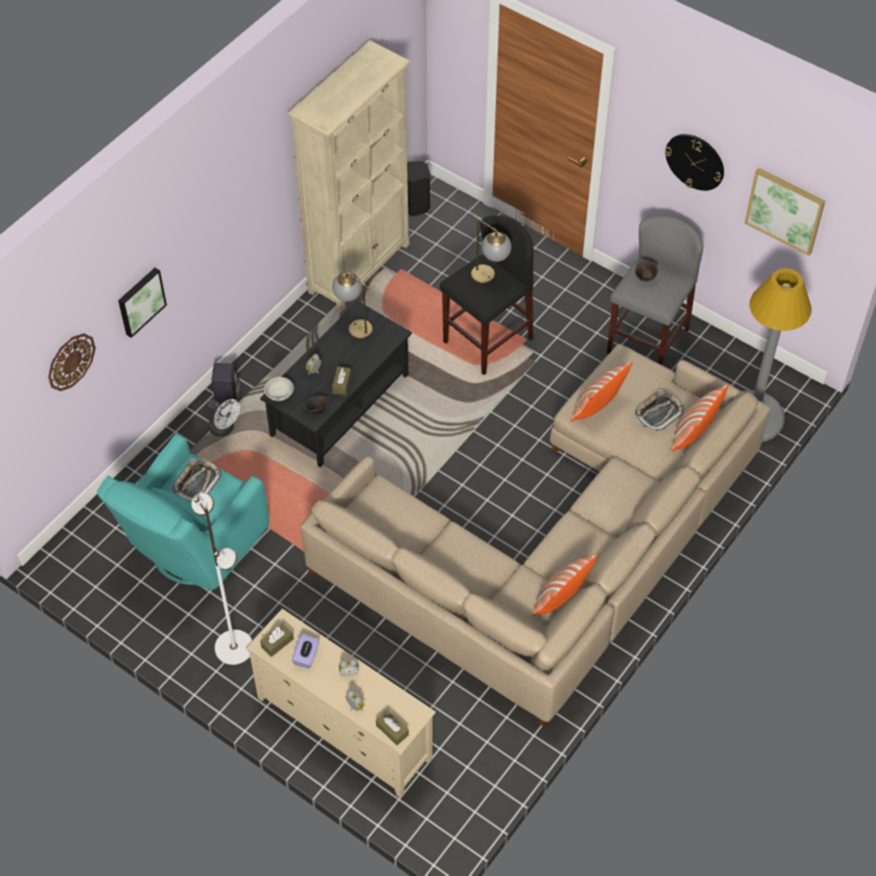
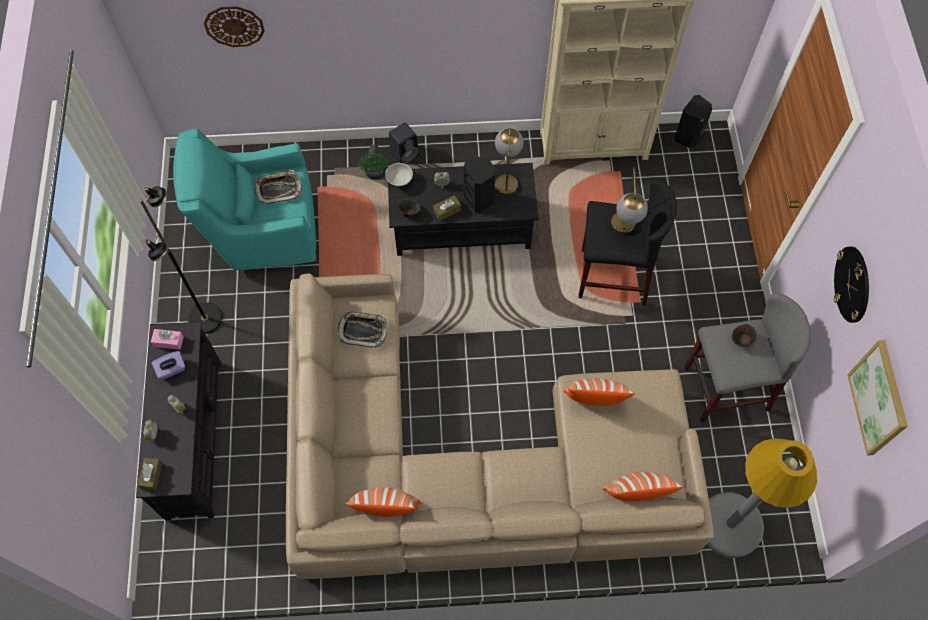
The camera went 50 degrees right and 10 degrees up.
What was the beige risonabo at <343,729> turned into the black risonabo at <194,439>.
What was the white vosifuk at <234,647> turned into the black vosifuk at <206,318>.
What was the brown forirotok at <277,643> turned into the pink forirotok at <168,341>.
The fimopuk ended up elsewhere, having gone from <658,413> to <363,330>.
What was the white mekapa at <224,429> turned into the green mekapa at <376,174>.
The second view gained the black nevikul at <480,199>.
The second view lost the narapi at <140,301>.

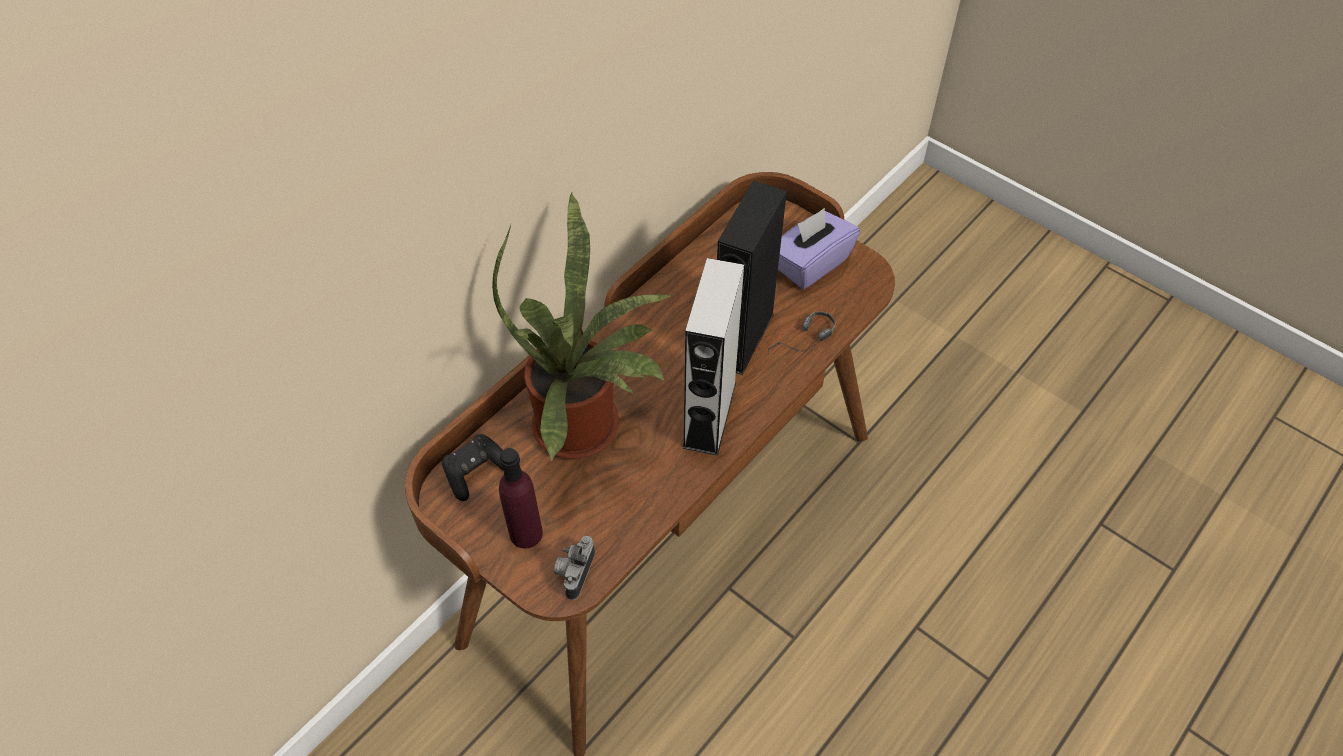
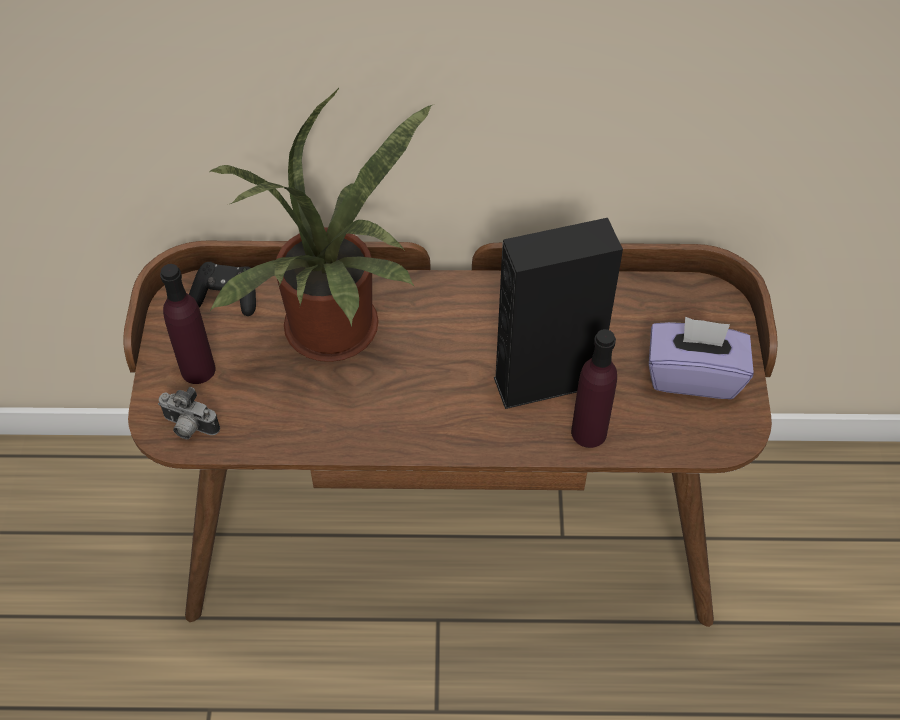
The camera went 50 degrees right and 0 degrees up.
The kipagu at <574,573> ended up facing another way, 135 degrees counterclockwise from before.
Where the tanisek stood at <802,344>, the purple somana came to stand at <589,432>.
The second view lost the grey nevikul at <709,415>.

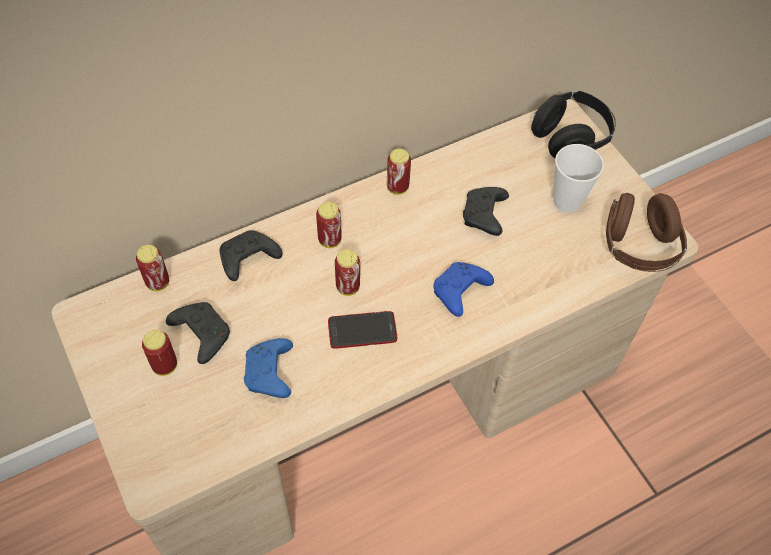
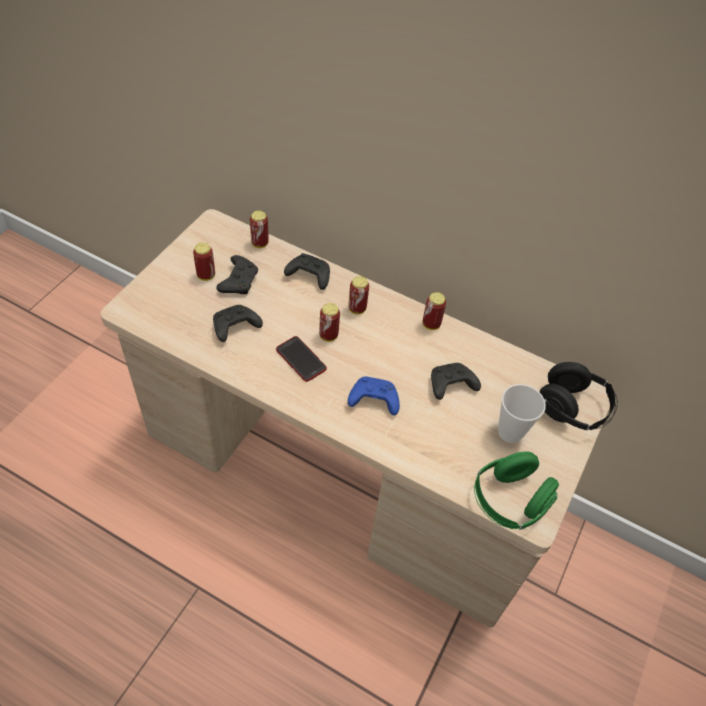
The camera went 55 degrees right and 5 degrees down.
What was the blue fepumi at <270,374> turned into the black fepumi at <234,328>.
What was the brown tanisek at <638,247> turned into the green tanisek at <509,501>.

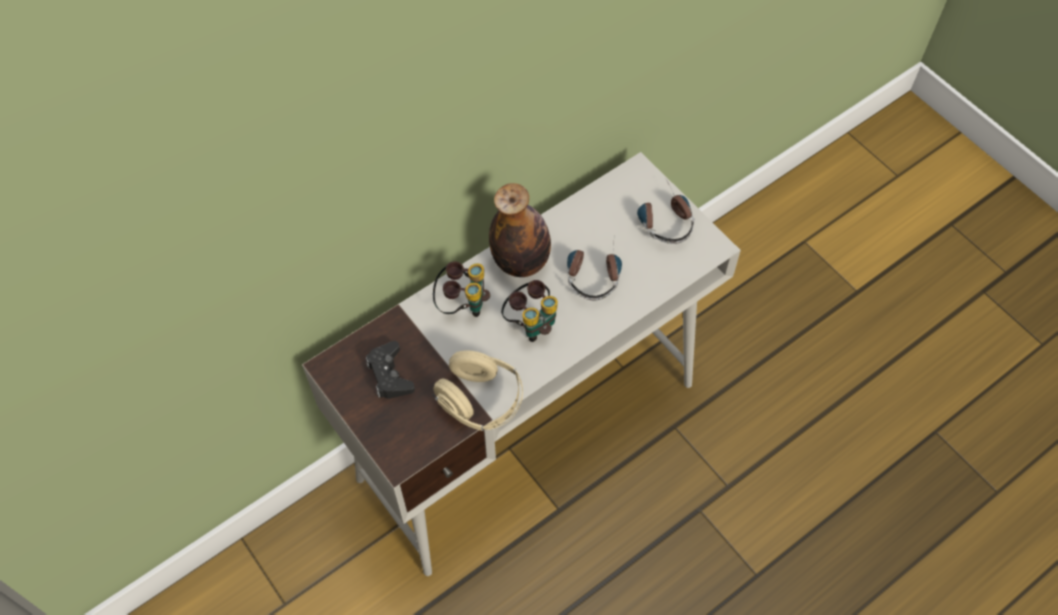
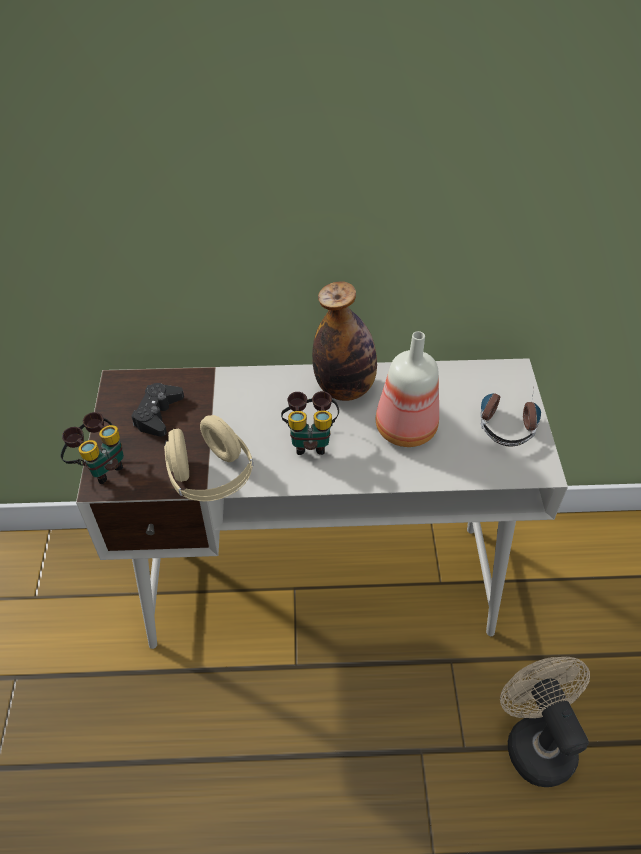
The camera went 35 degrees right and 10 degrees down.
The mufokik ended up elsewhere, having gone from <462,304> to <100,466>.
Where the tanisek stood at <593,271>, the somana came to stand at <403,428>.
The second view gained the beige mekapa at <534,740>.

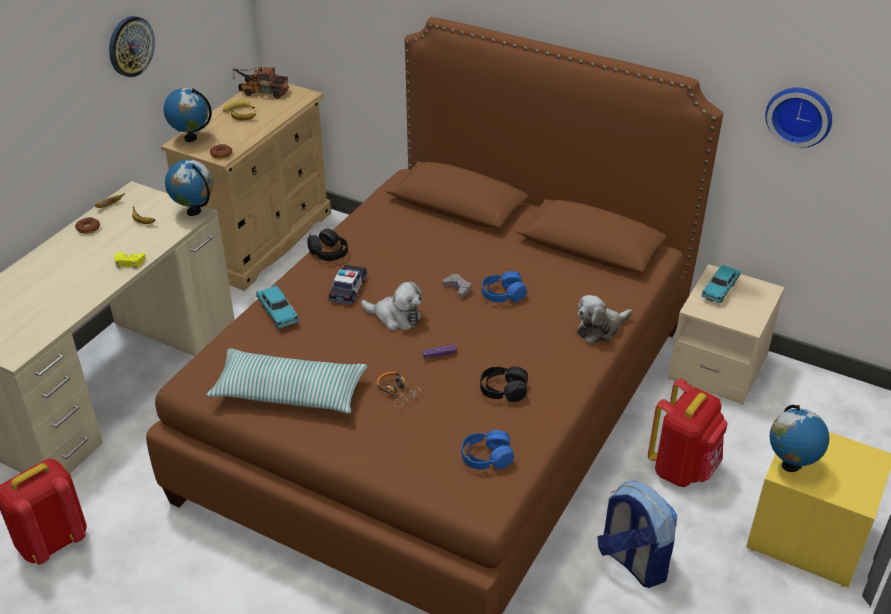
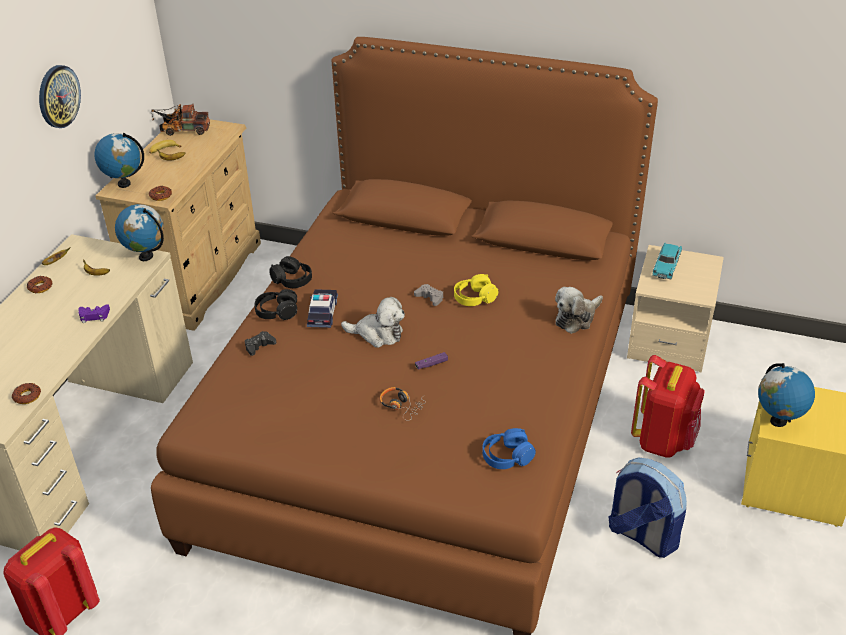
The camera went 10 degrees left and 0 degrees up.
The second view gained the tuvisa at <27,396>.
What was the yellow fepumi at <129,262> turned into the purple fepumi at <94,316>.
Where the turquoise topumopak stood at <278,313>, the black fepumi came to stand at <259,346>.
The black tanisek ended up elsewhere, having gone from <503,390> to <277,312>.
What was the blue tanisek at <502,294> turned into the yellow tanisek at <474,298>.
The second view lost the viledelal at <289,392>.
The second view lost the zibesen at <800,115>.

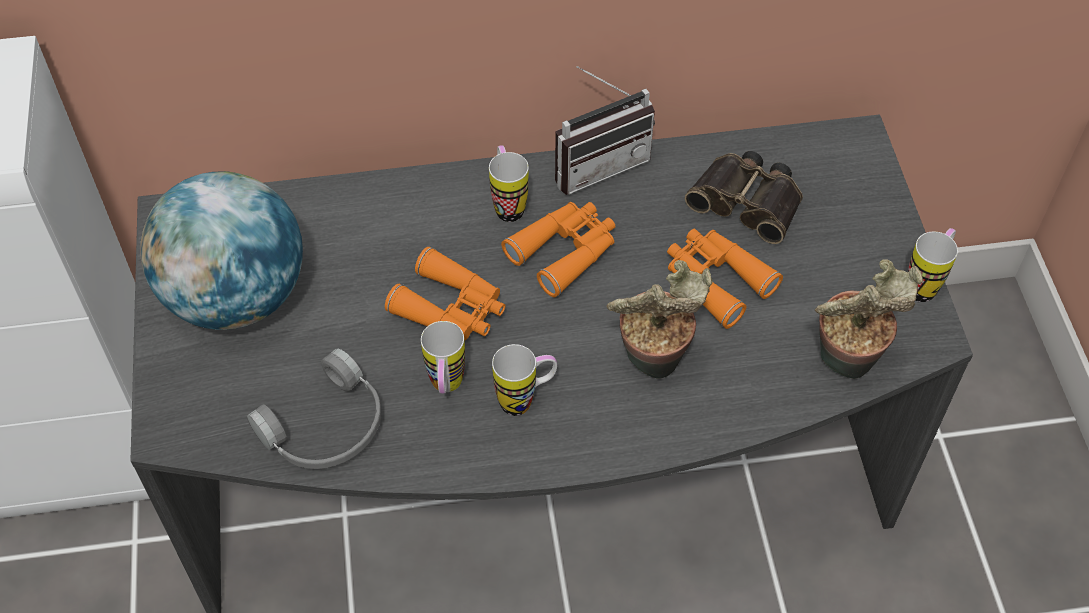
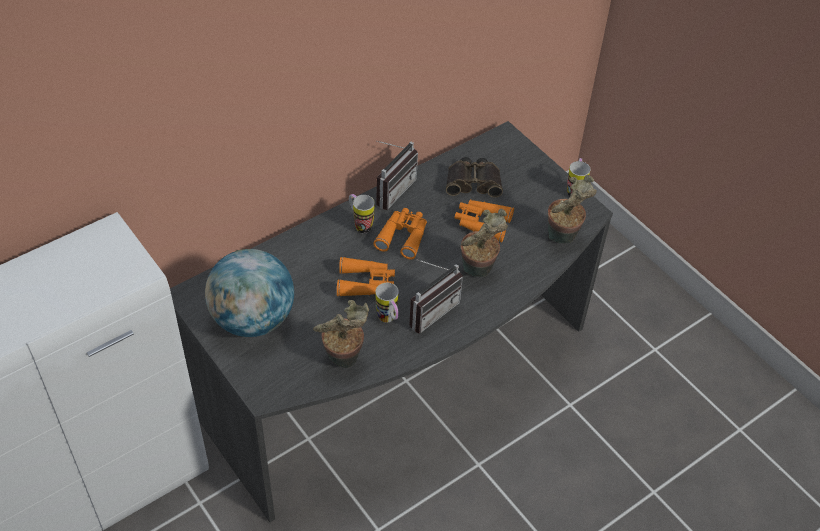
The camera went 30 degrees left and 5 degrees down.
Where the grey tanisek stood at <327,428>, the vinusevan came to stand at <343,361>.
Where the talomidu stood at <525,400>, the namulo came to stand at <430,310>.

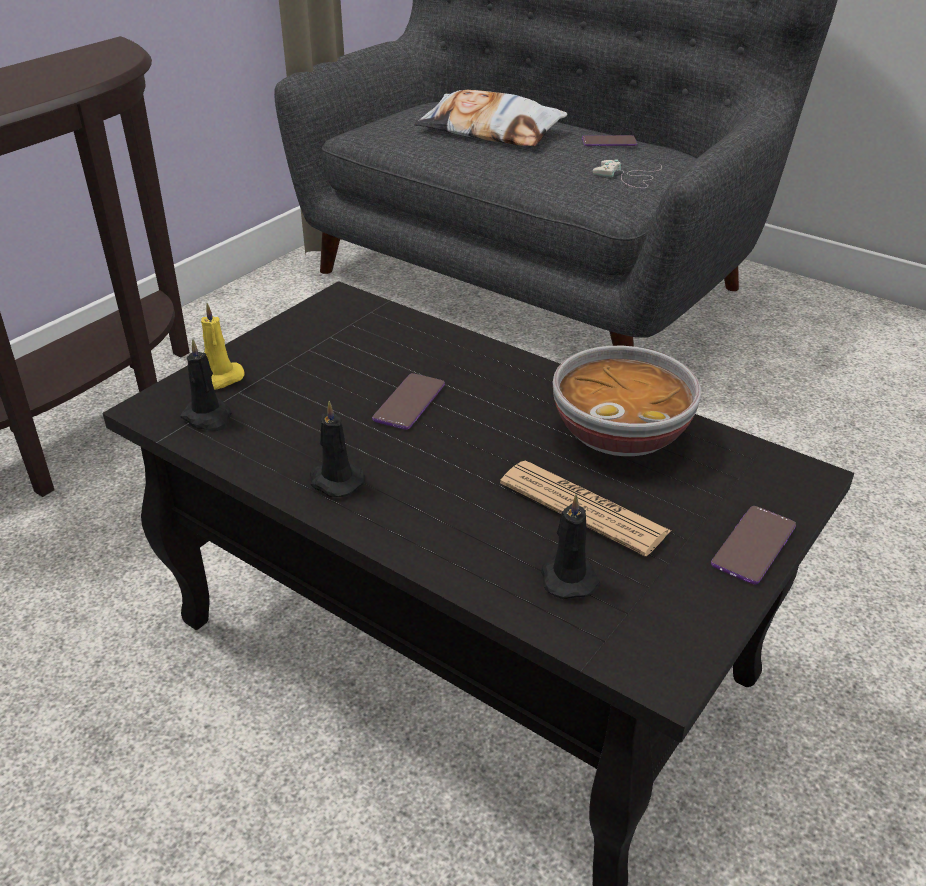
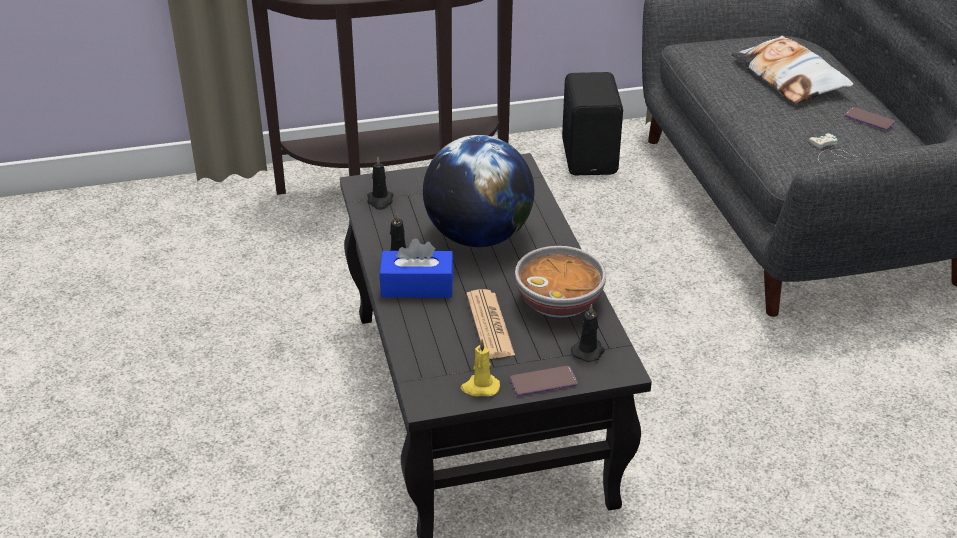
The camera went 40 degrees right and 0 degrees up.
The second view gained the blue forirotok at <417,286>.
Where the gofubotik stood at <409,402>, the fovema came to stand at <478,237>.
The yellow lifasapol ended up elsewhere, having gone from <218,379> to <480,387>.
The second view gained the black nevikul at <591,157>.
The black lifasapol ended up elsewhere, having gone from <567,577> to <588,351>.

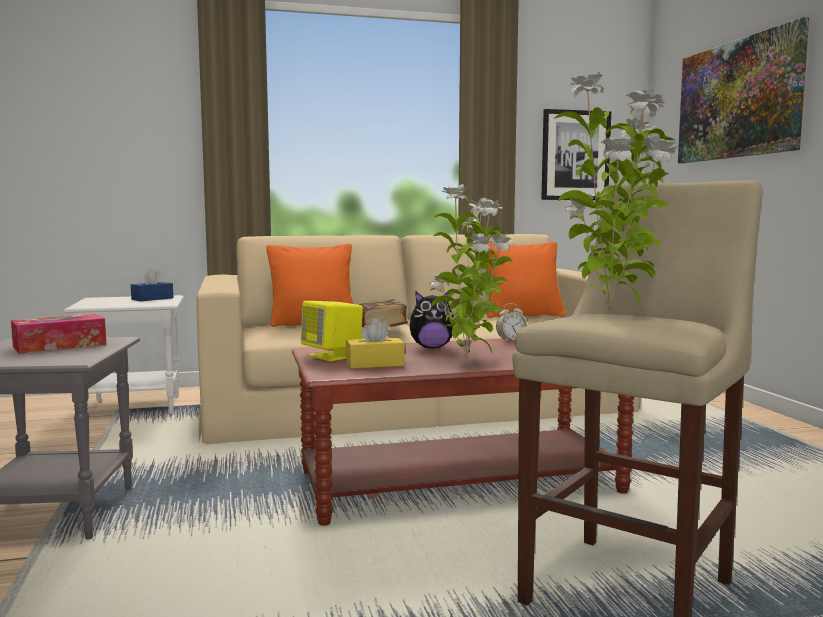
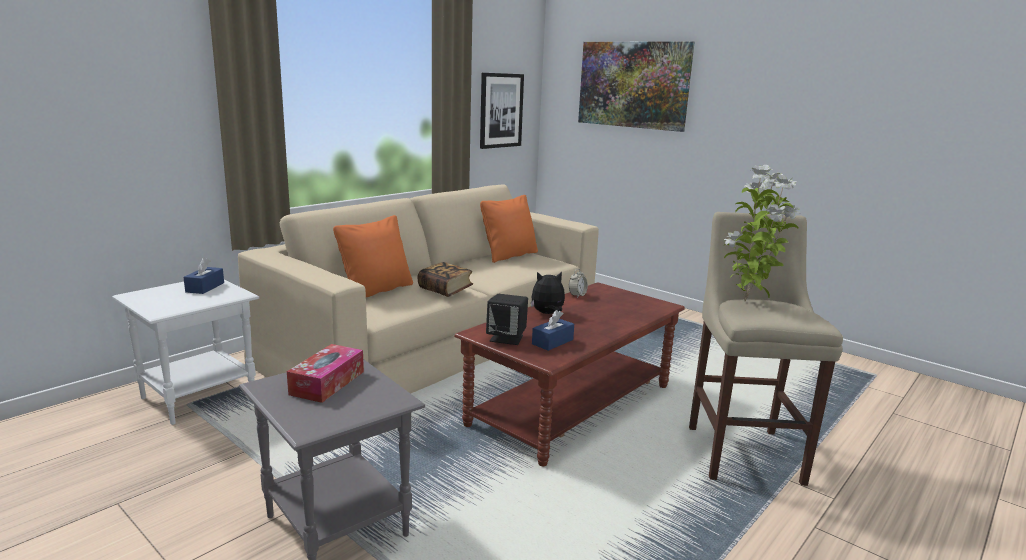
The camera went 35 degrees left and 10 degrees up.
What was the yellow nevikul at <332,356> turned into the black nevikul at <507,338>.
The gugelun at <431,347> ended up facing another way, 150 degrees counterclockwise from before.
What was the yellow forirotok at <375,364> turned into the blue forirotok at <552,342>.
The second view lost the vinusevan at <468,361>.

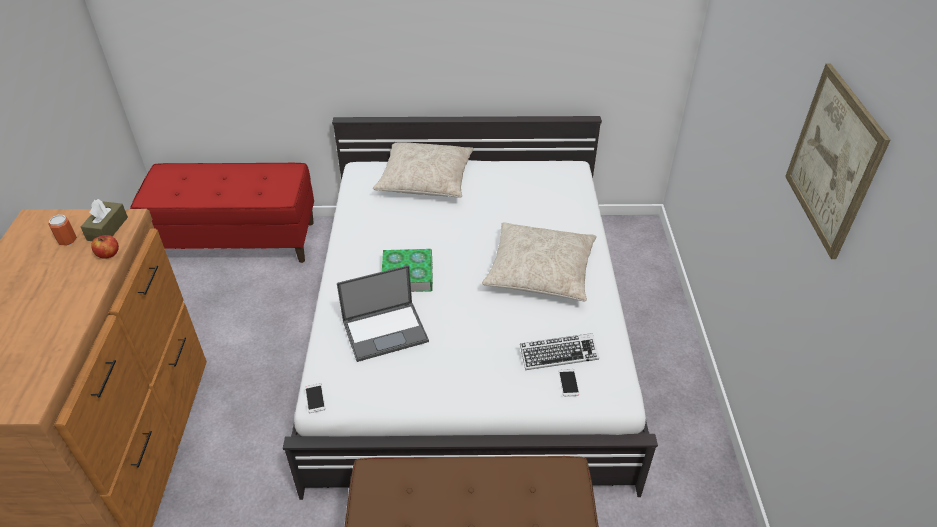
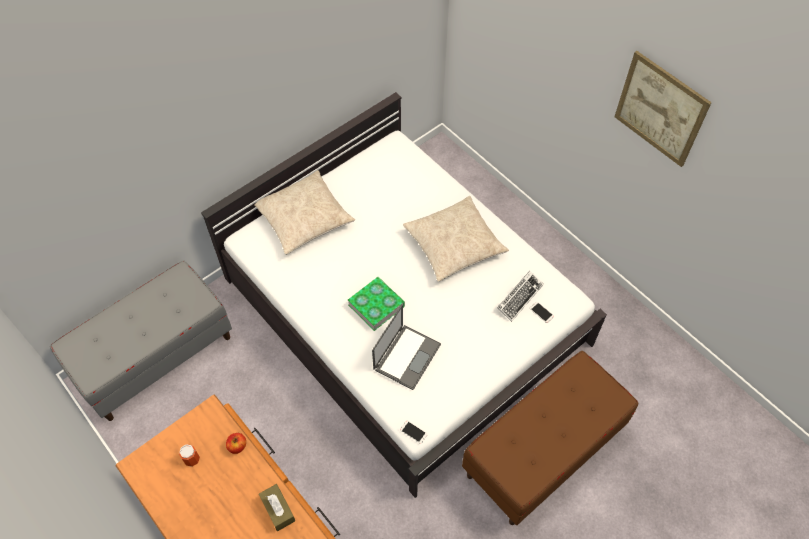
The camera went 40 degrees left and 15 degrees up.
What was the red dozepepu at <237,241> turned into the grey dozepepu at <155,357>.
The brown forirotok ended up elsewhere, having gone from <107,229> to <278,509>.

